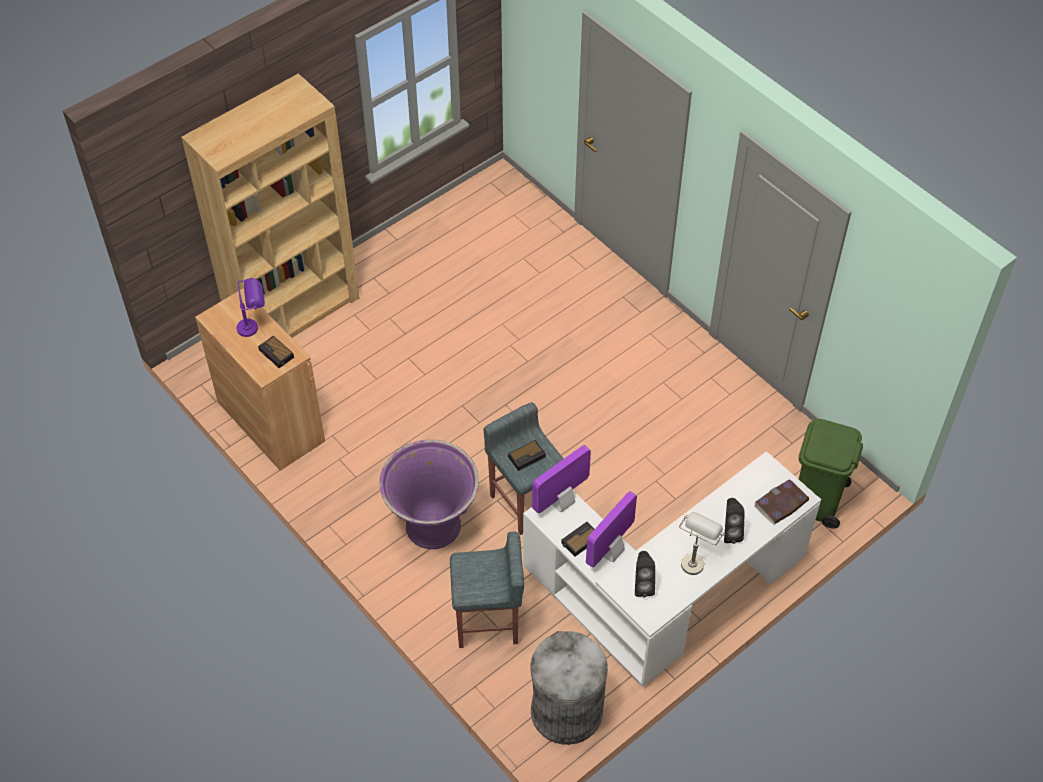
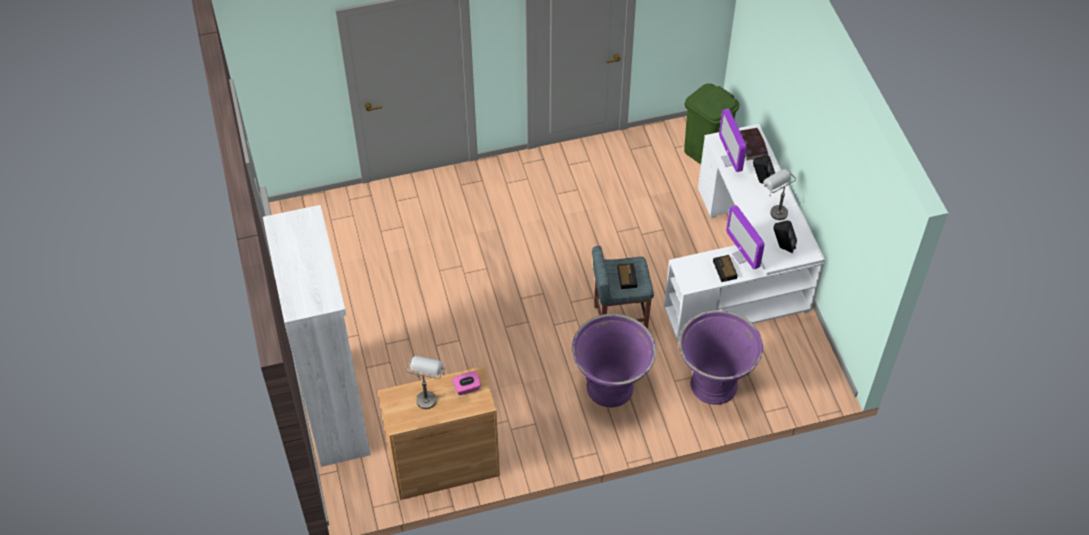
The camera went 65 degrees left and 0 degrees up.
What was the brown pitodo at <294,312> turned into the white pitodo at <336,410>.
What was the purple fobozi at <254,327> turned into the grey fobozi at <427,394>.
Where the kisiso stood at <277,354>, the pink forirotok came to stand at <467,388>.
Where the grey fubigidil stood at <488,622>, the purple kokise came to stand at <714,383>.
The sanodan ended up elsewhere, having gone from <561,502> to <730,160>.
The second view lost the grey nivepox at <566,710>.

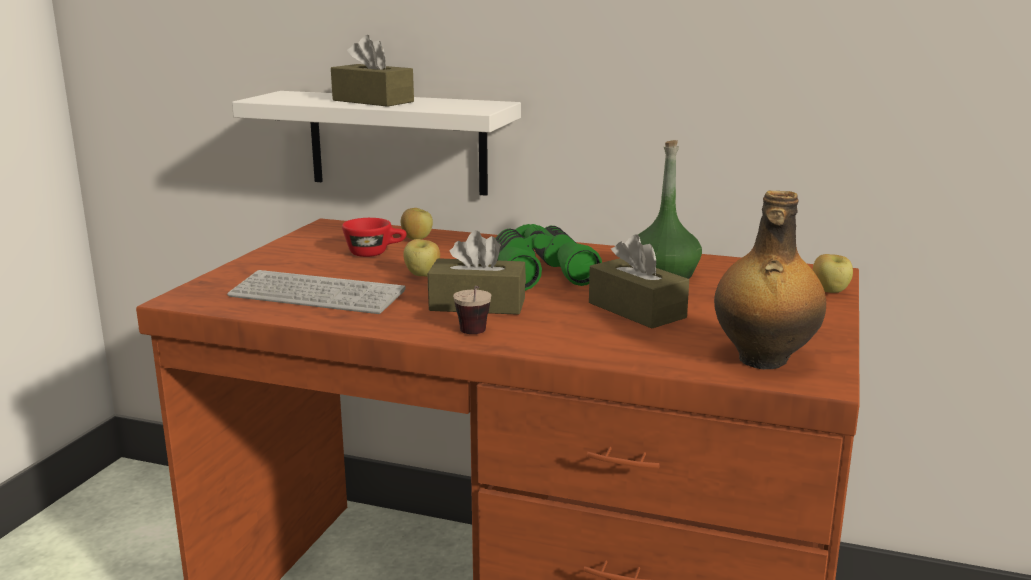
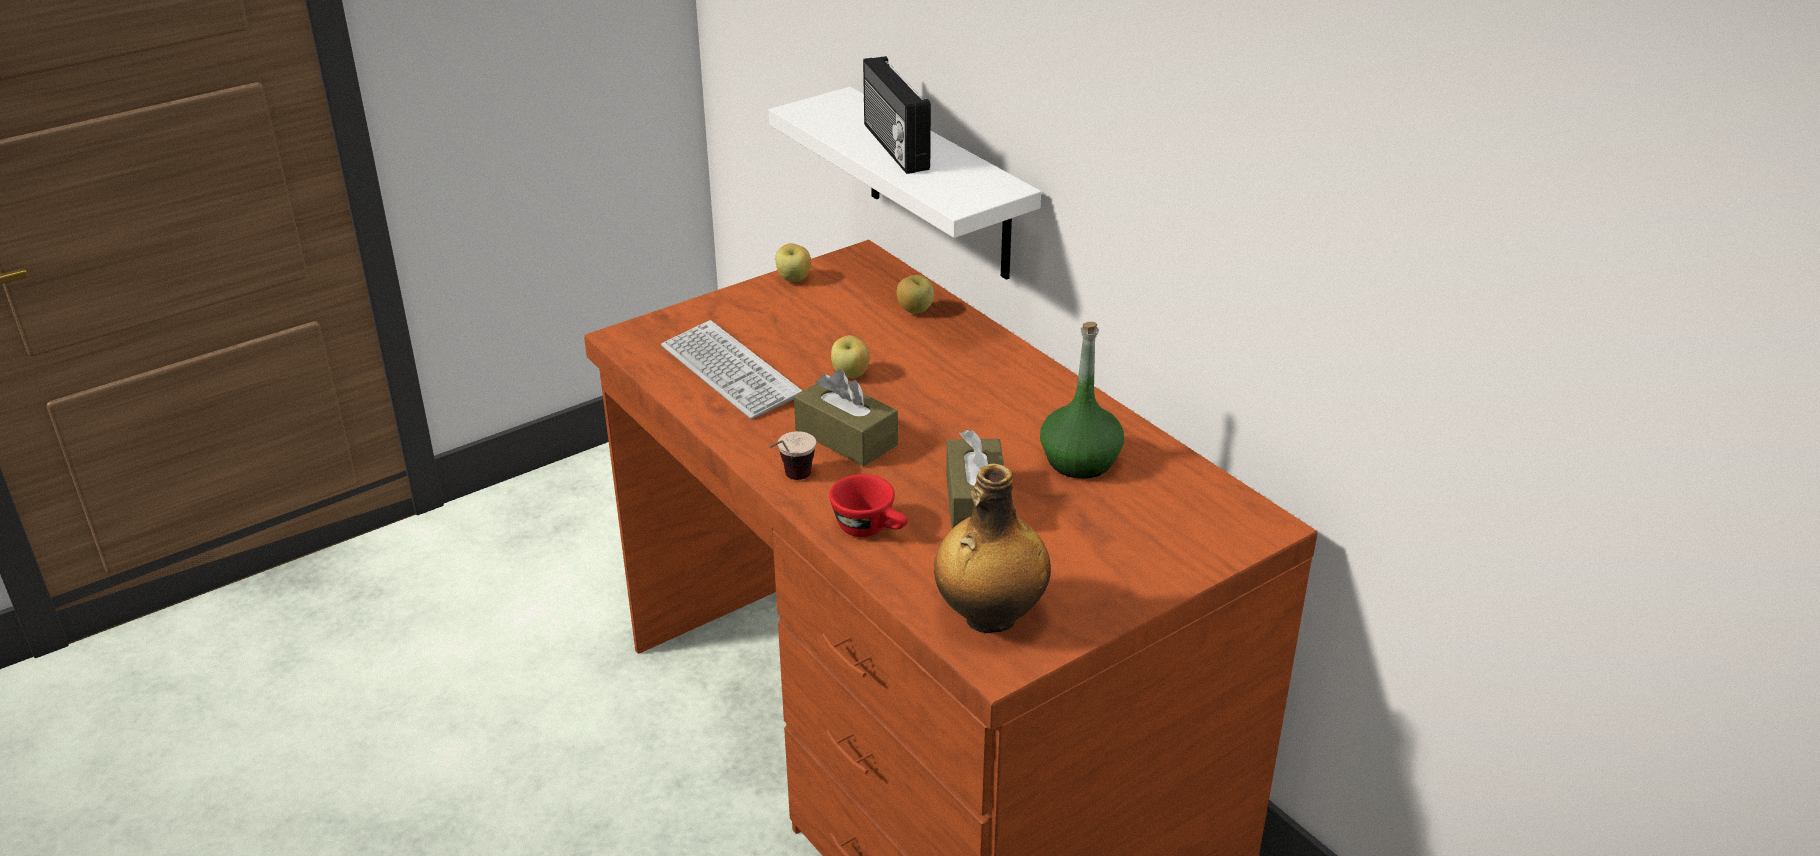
The camera went 35 degrees right and 15 degrees up.
The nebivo ended up elsewhere, having gone from <830,292> to <794,279>.
The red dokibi ended up elsewhere, having gone from <375,253> to <871,529>.
Where the brown forirotok stood at <373,101>, the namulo came to stand at <893,147>.
The second view lost the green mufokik at <538,273>.

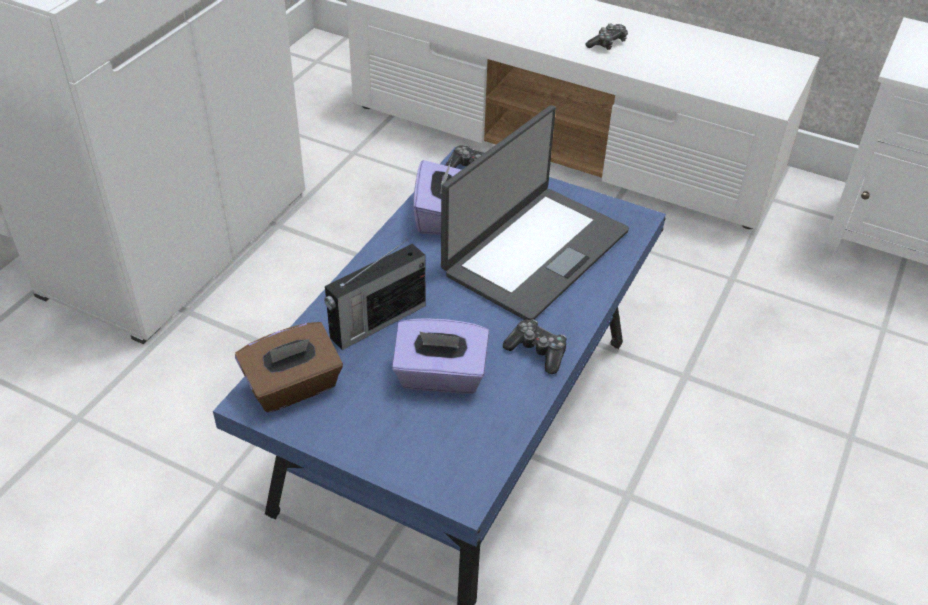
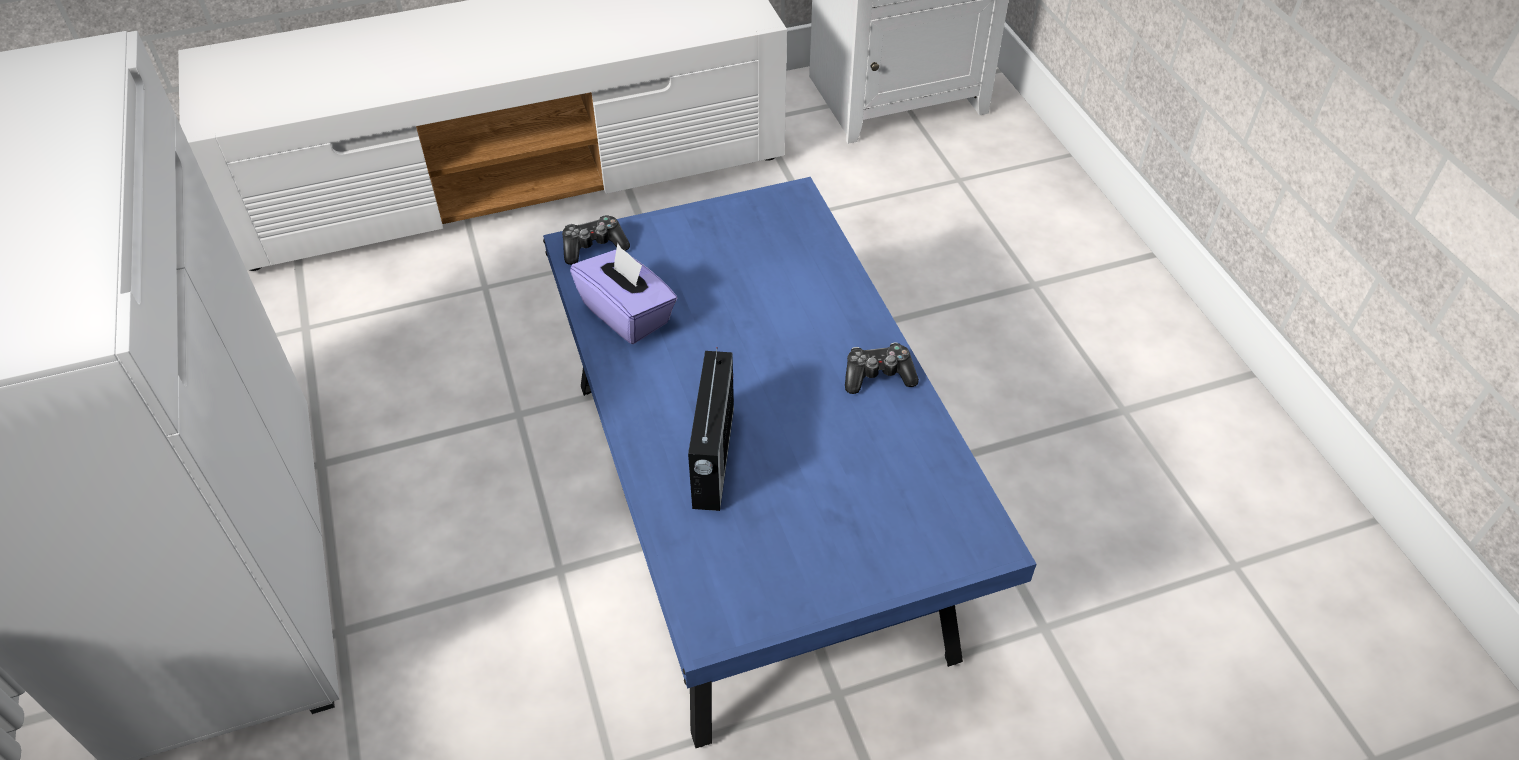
The camera went 45 degrees left and 5 degrees up.
The second view lost the brown forirotok at <293,387>.
The second view lost the purple forirotok at <440,377>.
The second view lost the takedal at <534,251>.
The second view lost the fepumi at <607,44>.

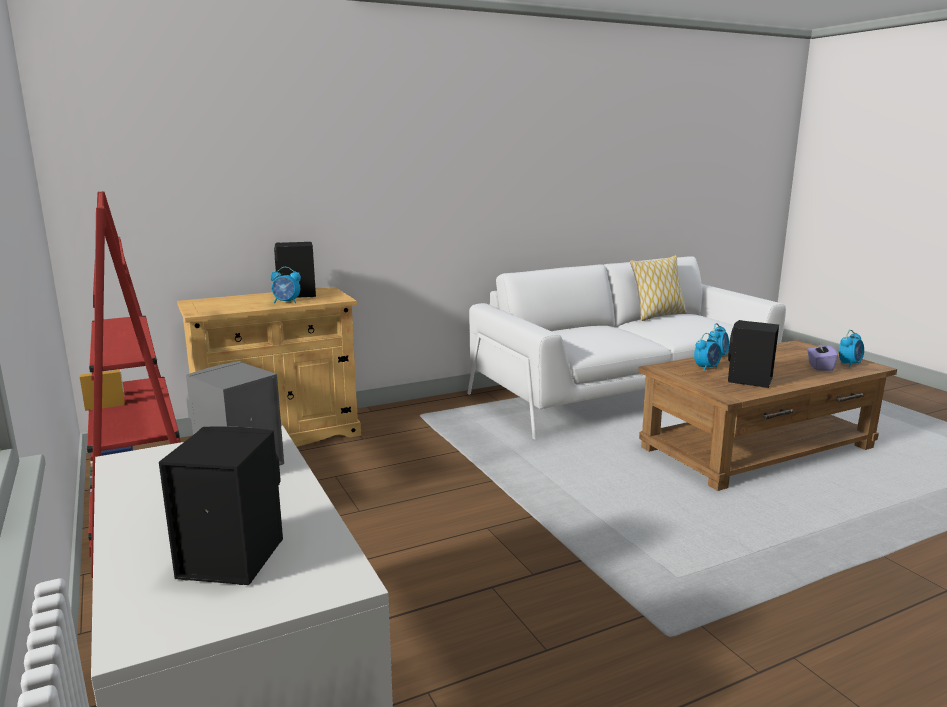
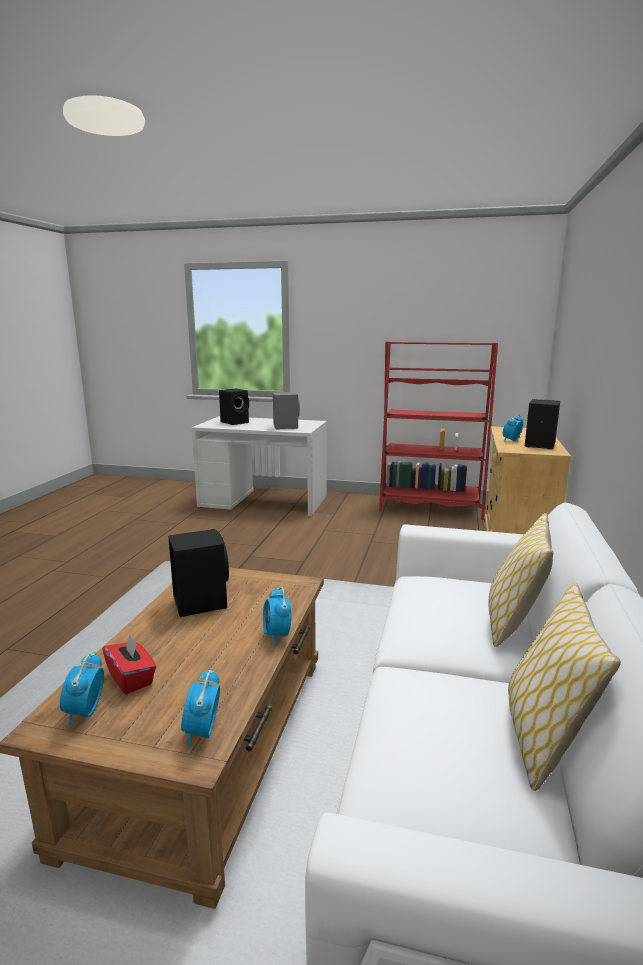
The camera went 130 degrees right and 0 degrees up.
What was the purple forirotok at <820,366> turned into the red forirotok at <131,678>.
The kisiso ended up elsewhere, having gone from <706,368> to <202,732>.
The second view gained the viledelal at <514,623>.

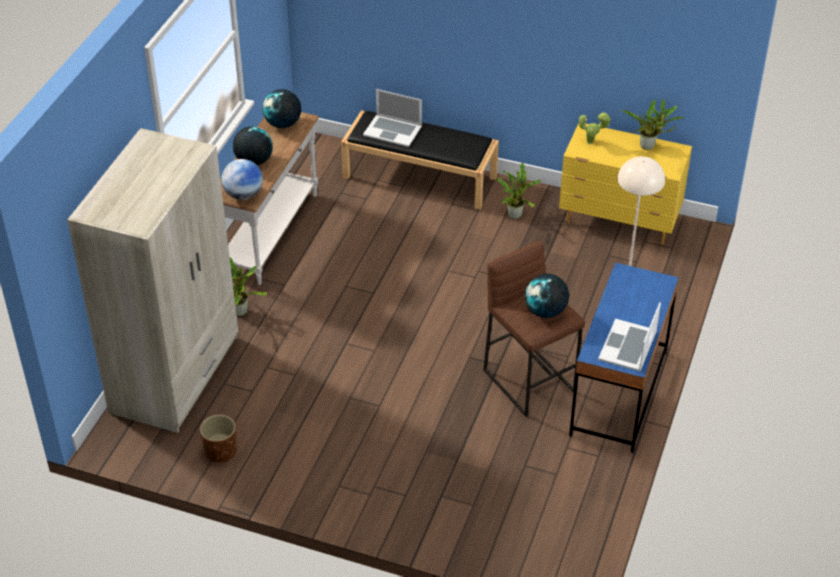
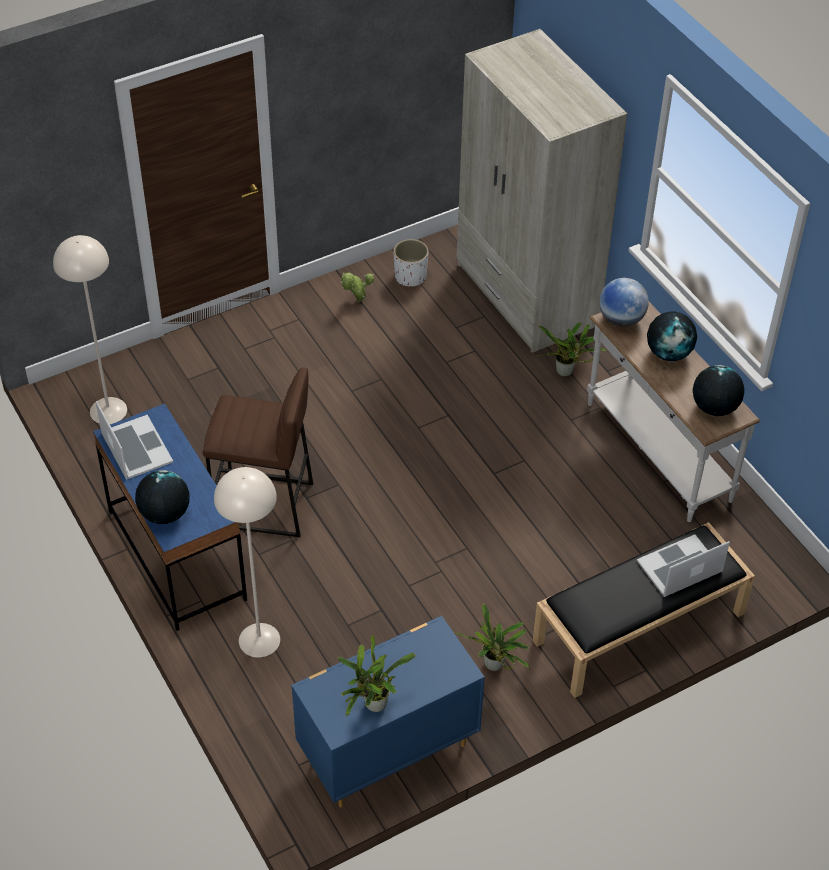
The camera went 130 degrees right and 5 degrees up.
The second view gained the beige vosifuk at <109,410>.
The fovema ended up elsewhere, having gone from <545,311> to <164,514>.
What was the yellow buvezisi at <620,221> turned into the blue buvezisi at <386,752>.
The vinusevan ended up elsewhere, having gone from <591,142> to <357,301>.
What was the brown kokise at <220,451> turned into the white kokise at <410,276>.

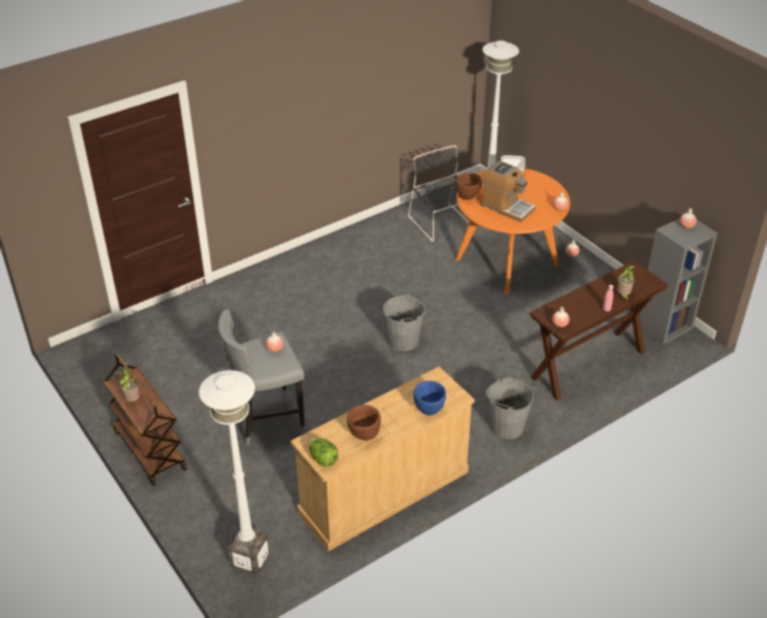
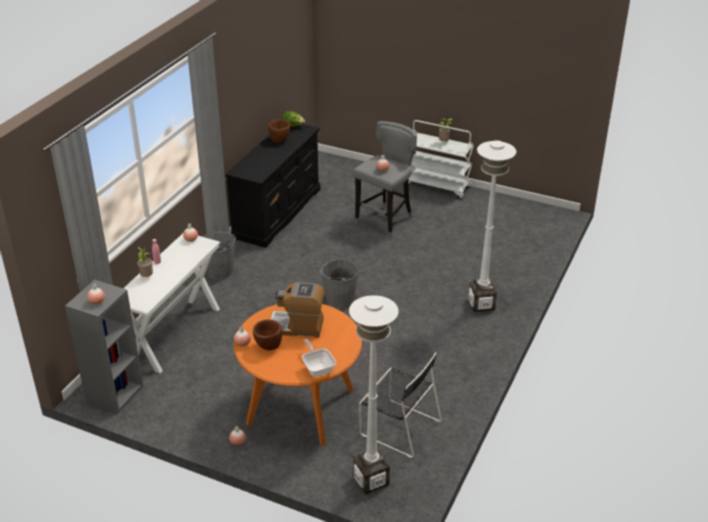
The camera went 150 degrees right and 5 degrees down.
What was the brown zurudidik at <588,364> turned into the white zurudidik at <175,334>.
What was the beige buvezisi at <383,493> turned into the black buvezisi at <277,212>.
The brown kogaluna ended up elsewhere, having gone from <468,197> to <268,346>.
What was the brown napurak at <149,450> turned into the white napurak at <438,186>.
The white vosifuk ended up elsewhere, having gone from <249,558> to <481,304>.
The second view lost the blue kogaluna at <429,410>.

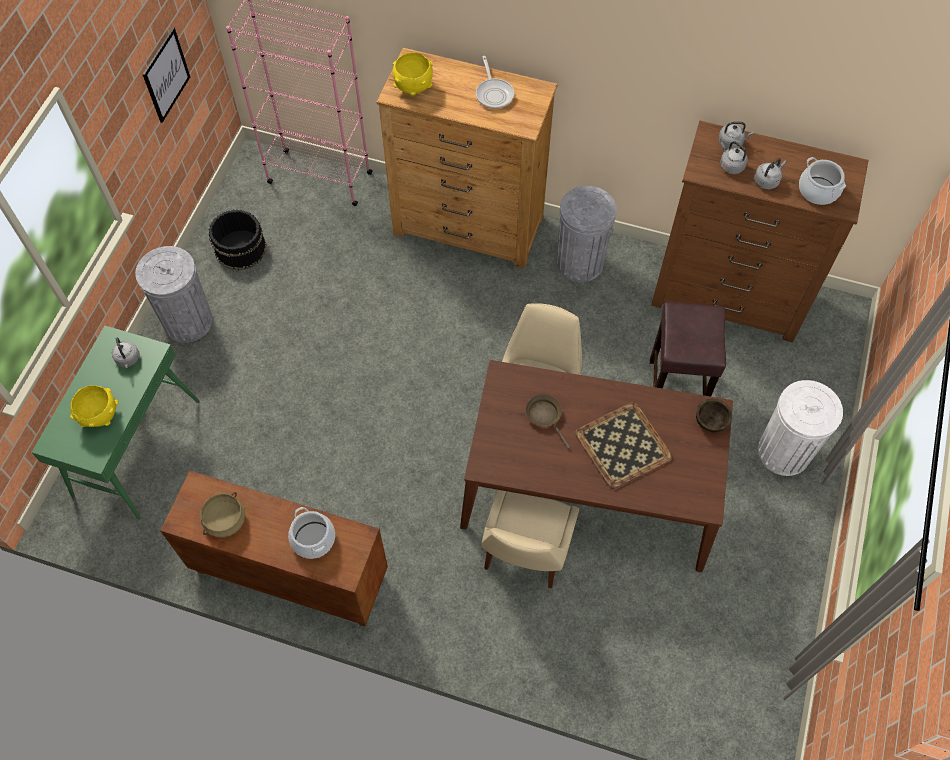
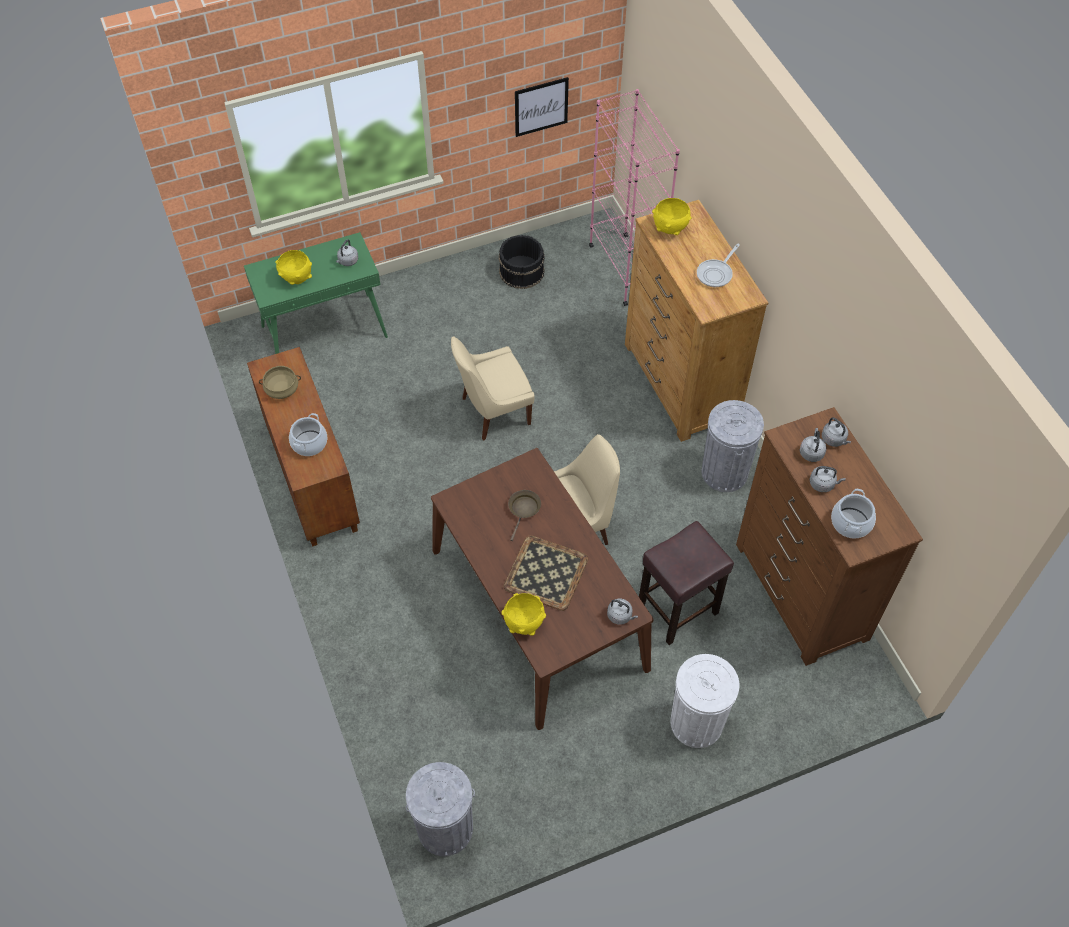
The camera went 50 degrees right and 5 degrees down.
The grey nivepox ended up elsewhere, having gone from <188,321> to <445,828>.
The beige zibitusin ended up elsewhere, having gone from <525,554> to <493,412>.
The second view gained the yellow kogaluna at <524,623>.
Where the brown kogaluna stood at <710,421>, the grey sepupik came to stand at <620,616>.

